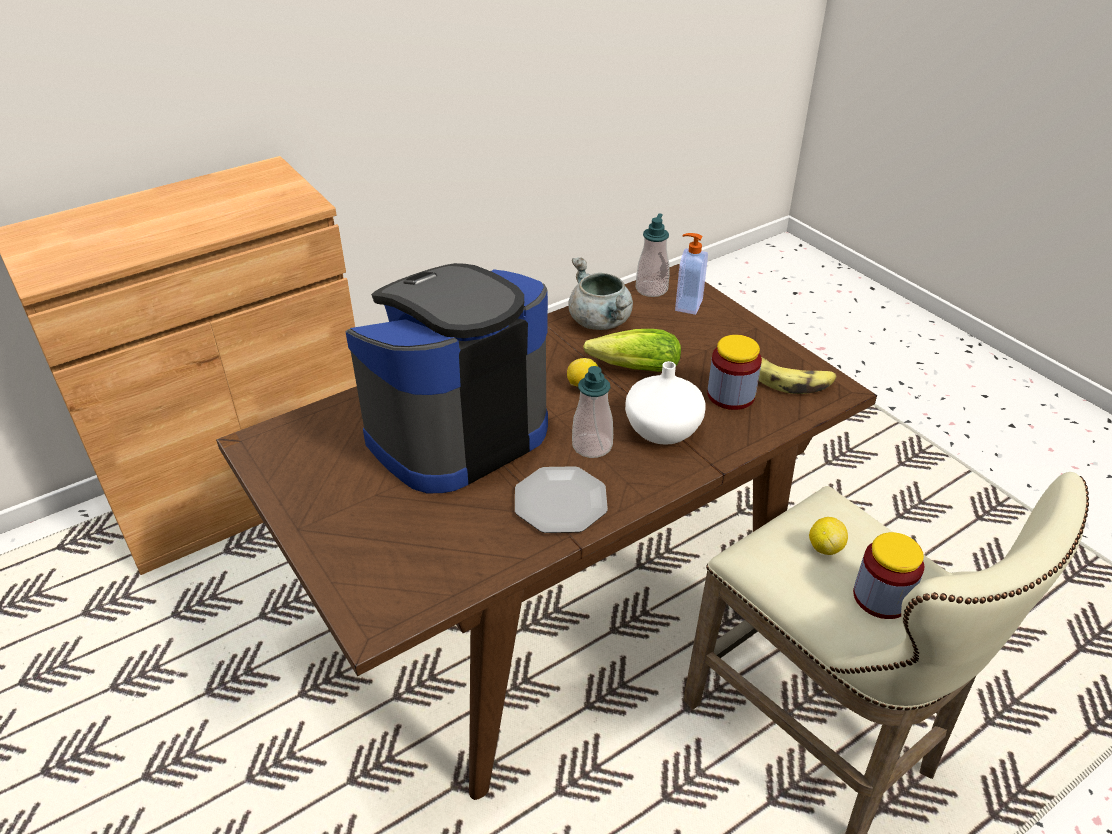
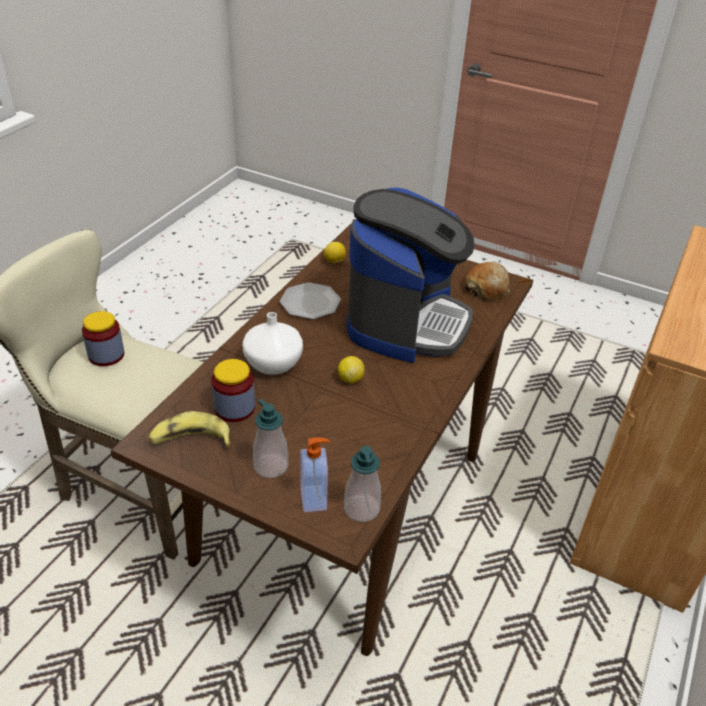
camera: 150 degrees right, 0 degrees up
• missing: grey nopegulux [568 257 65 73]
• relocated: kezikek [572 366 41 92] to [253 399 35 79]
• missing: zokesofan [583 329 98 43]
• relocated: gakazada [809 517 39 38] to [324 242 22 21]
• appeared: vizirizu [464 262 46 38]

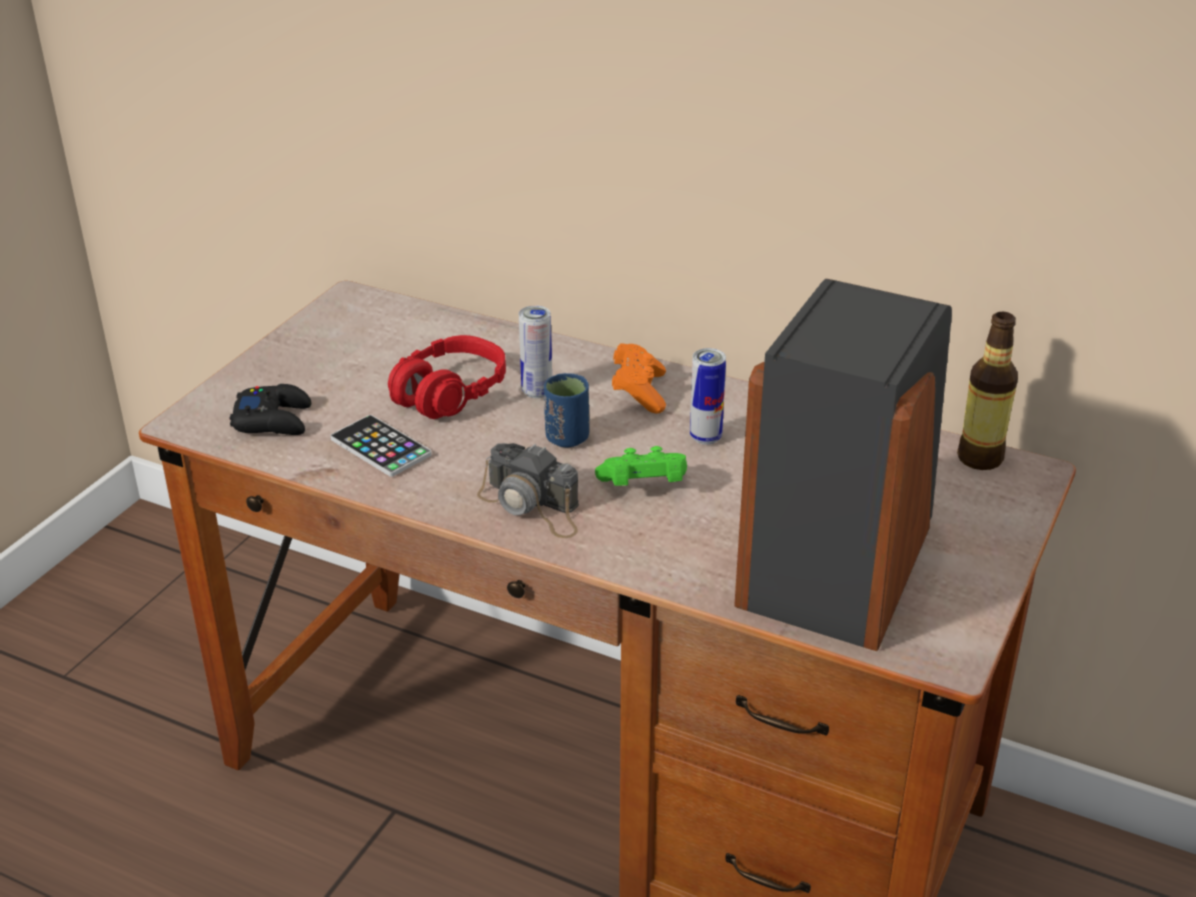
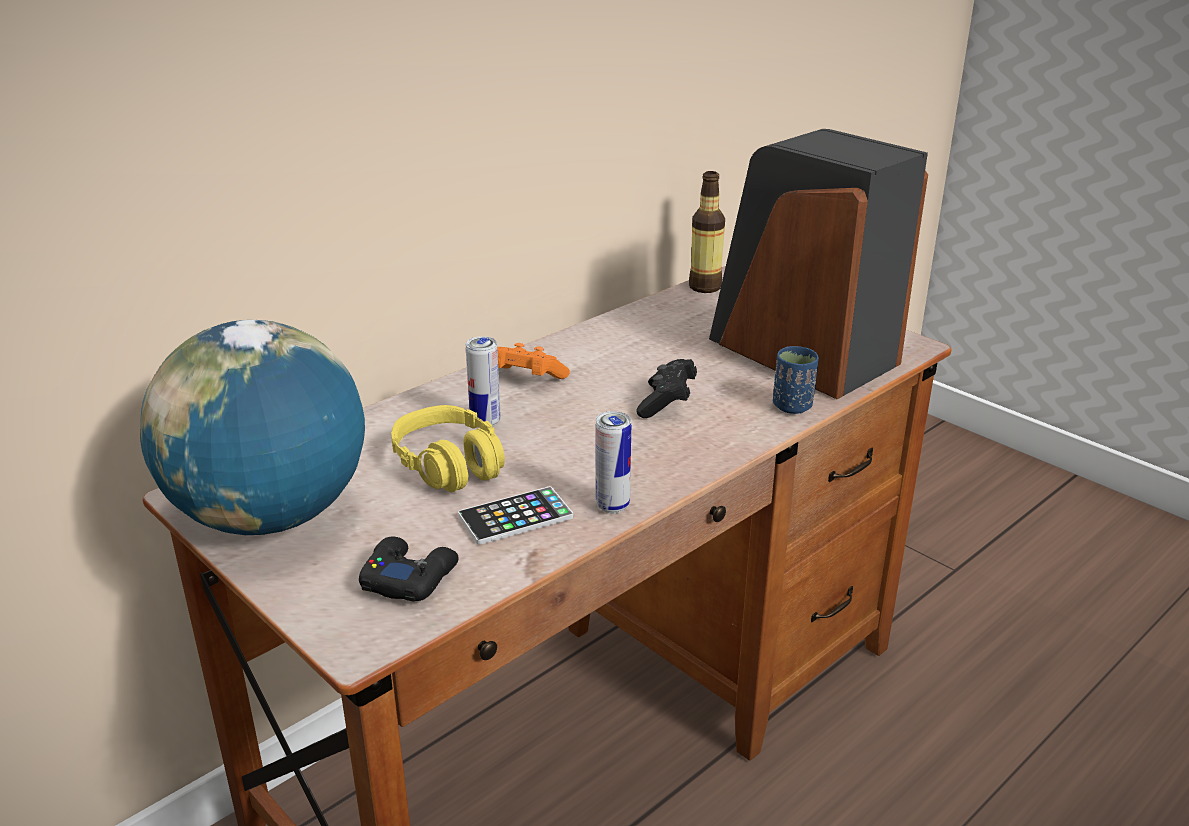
camera: 70 degrees left, 5 degrees down
• colour: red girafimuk [388 335 118 84] to yellow girafimuk [391 405 114 87]
• missing: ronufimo [477 443 102 95]
• relocated: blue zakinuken [544 373 45 74] to [773 346 46 68]
• colour: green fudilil [595 446 92 40] to black fudilil [636 359 61 59]
• relocated: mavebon [690 348 36 97] to [596 411 35 102]
• appeared: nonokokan [140 320 225 215]

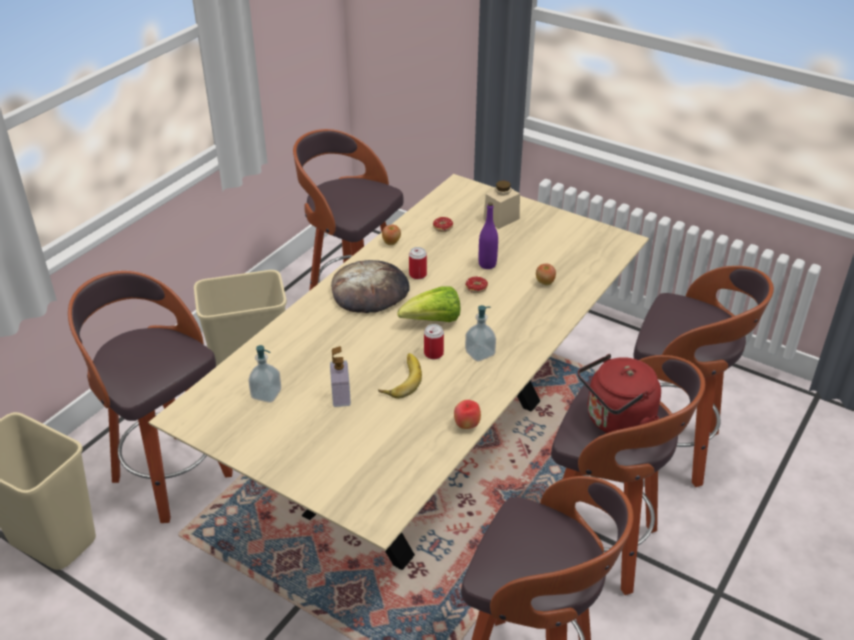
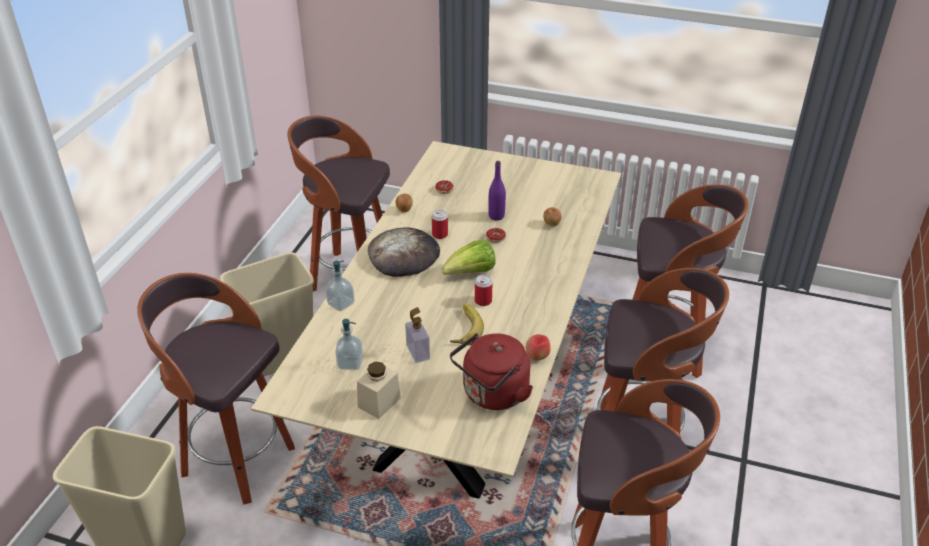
camera: 15 degrees left, 0 degrees up
• relocated: kezikek [465 305 31 57] to [325 261 30 50]
• relocated: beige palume [483 180 37 49] to [357 361 44 58]
• relocated: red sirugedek [578 354 83 79] to [450 333 83 77]

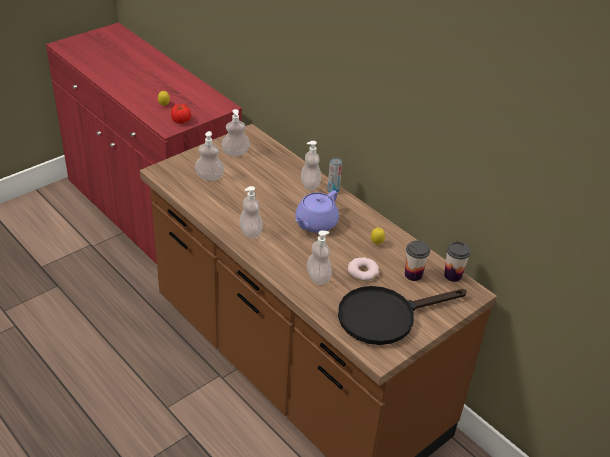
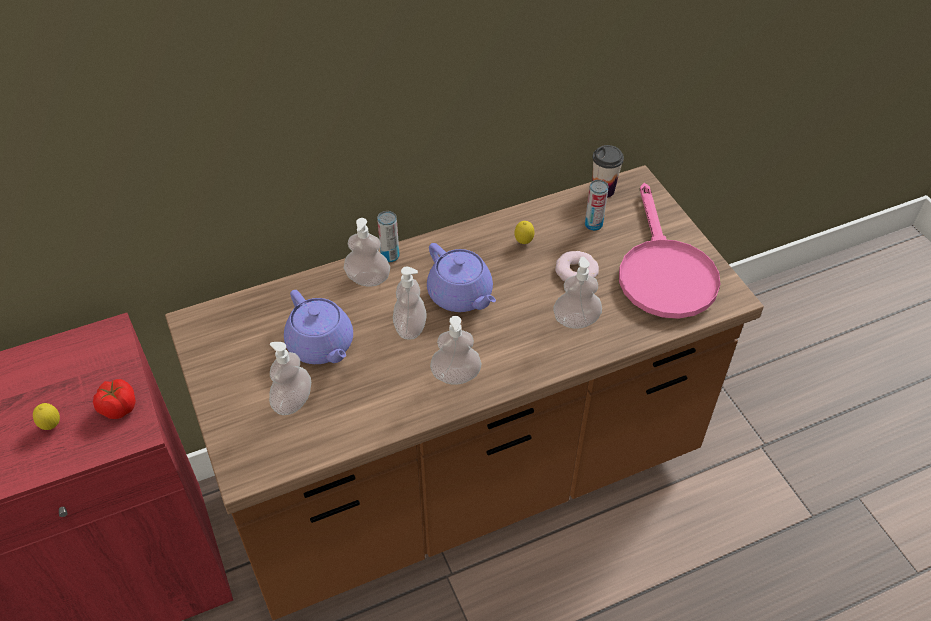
camera: 70 degrees left, 10 degrees up
• relocated: kezikek [222 109 28 47] to [393 267 34 73]
• colour: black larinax [338 286 129 59] to pink larinax [619 183 101 136]
• exchanged: zakinuken [405 241 25 40] to mavebon [585 180 24 51]
• appeared: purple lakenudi [284 290 69 74]

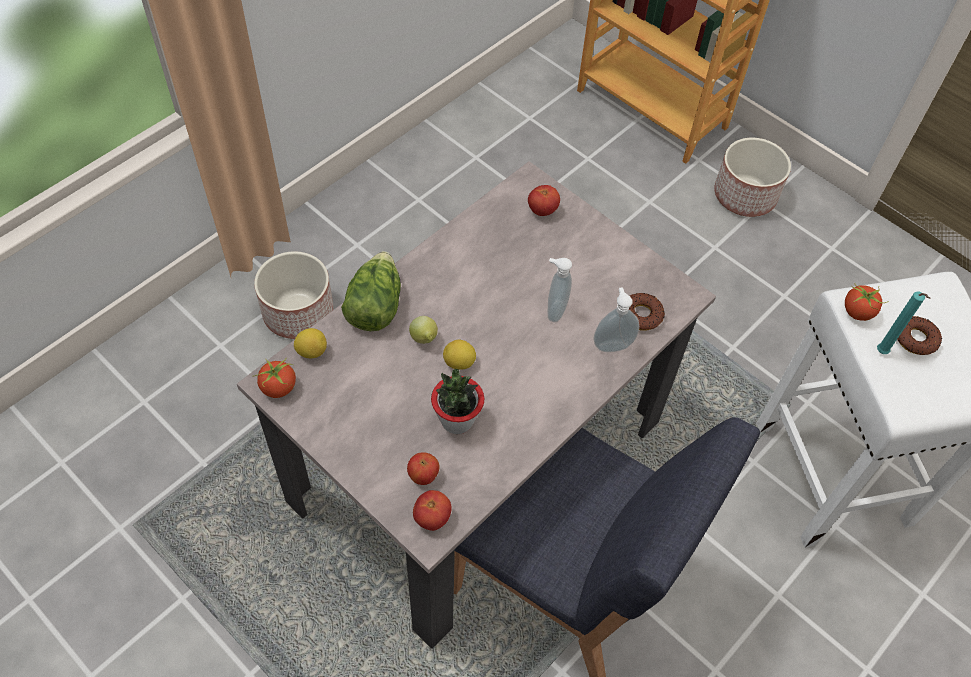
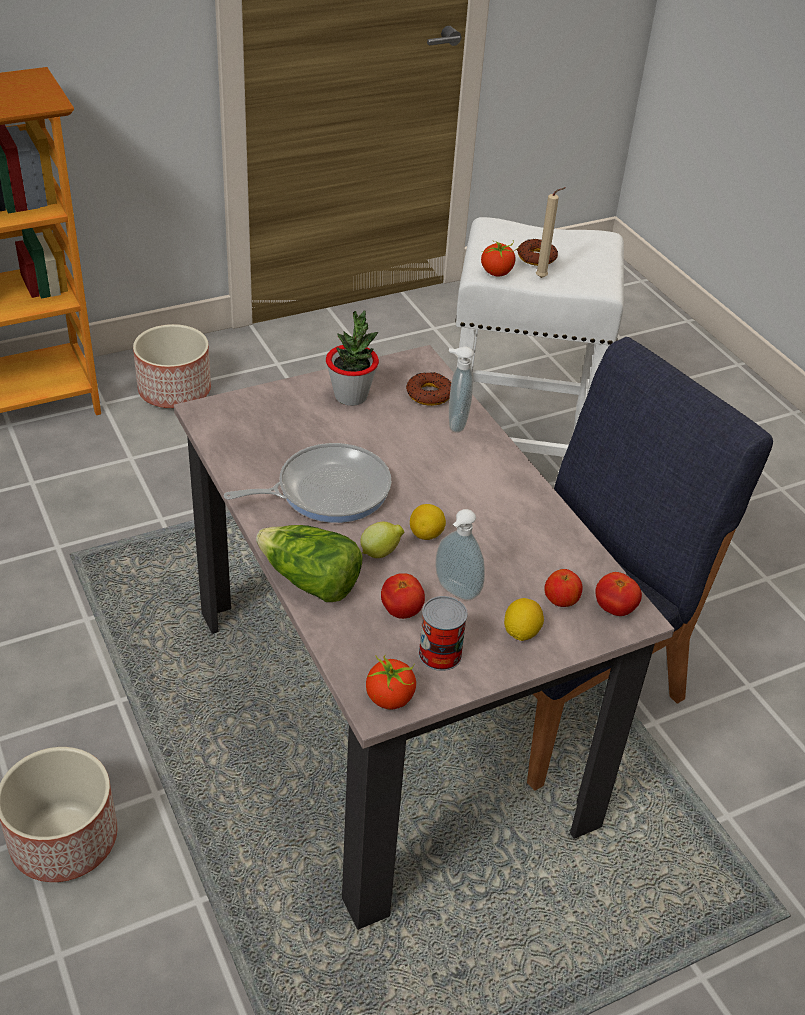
camera: 70 degrees left, 15 degrees down
• relocated: gakazada [294 328 33 30] to [504 598 40 43]
• relocated: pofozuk [431 369 53 65] to [326 310 53 96]
• relocated: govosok [528 185 32 31] to [381 573 44 46]
• relocated: kezikek [548 258 24 64] to [435 509 50 91]
• colour: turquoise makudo [877 291 54 63] to beige makudo [536 187 30 91]
• appeared: larinax [224 443 167 80]
• appeared: mavebon [418 596 50 75]

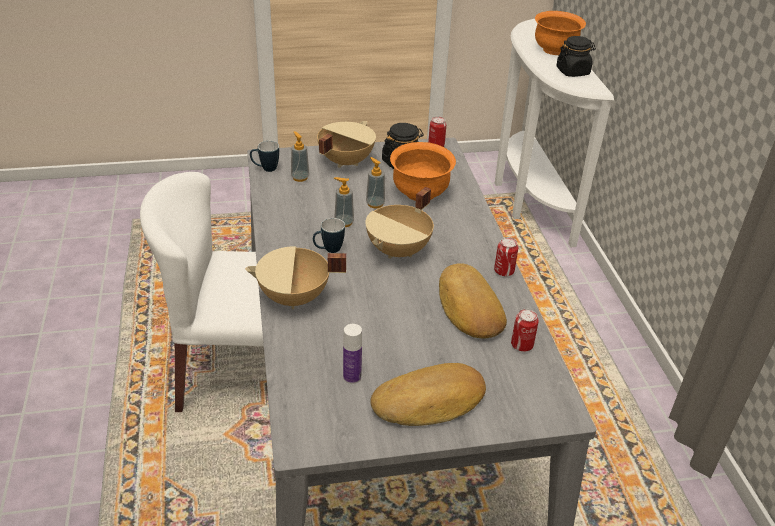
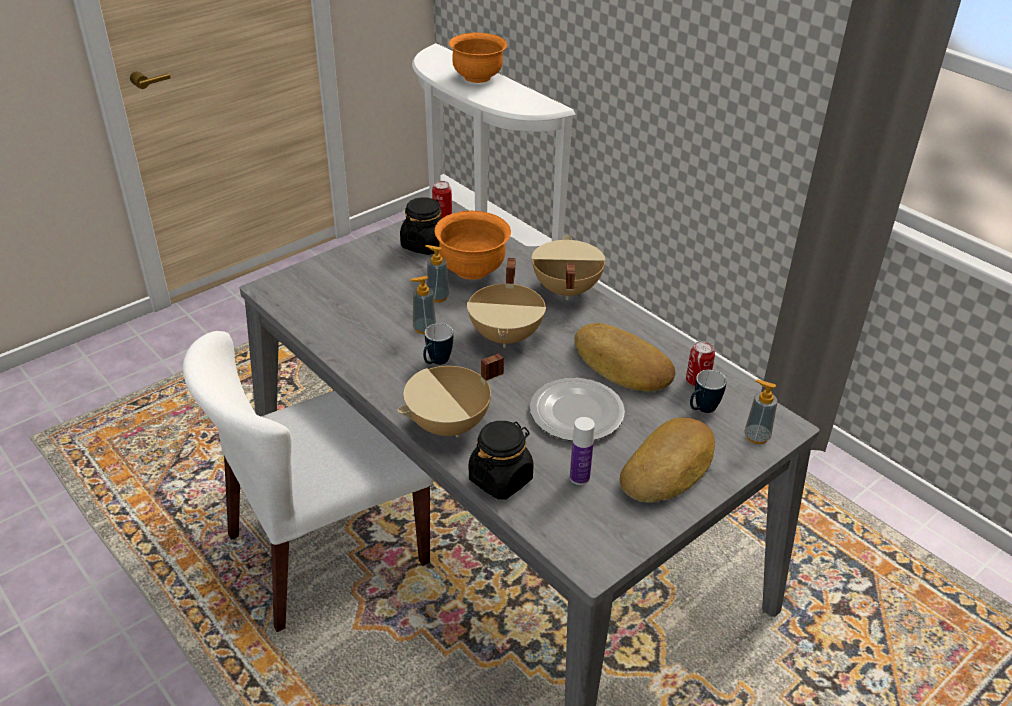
camera: 30 degrees left, 0 degrees up
• relocated: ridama [250 141 29 31] to [690 370 37 43]
• relocated: kezikek [291 132 18 50] to [745 379 33 65]
• relocated: beige nopegulux [317 121 59 47] to [531 235 75 65]
• missing: mavebon [494 237 24 39]
• relocated: black palume [556 36 40 41] to [469 421 65 78]
• appeared: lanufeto [530 378 95 63]

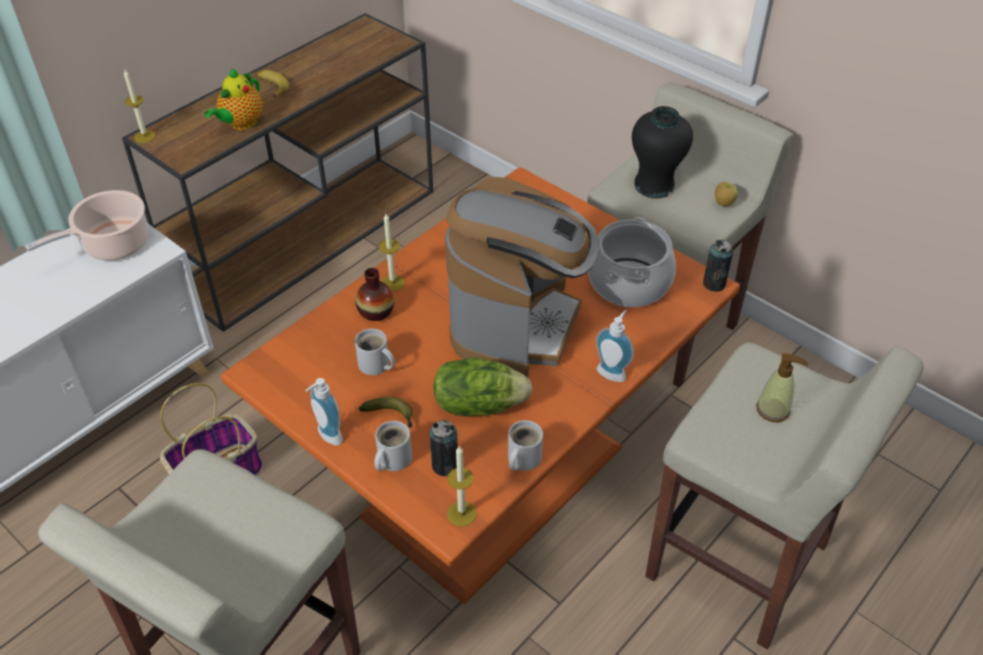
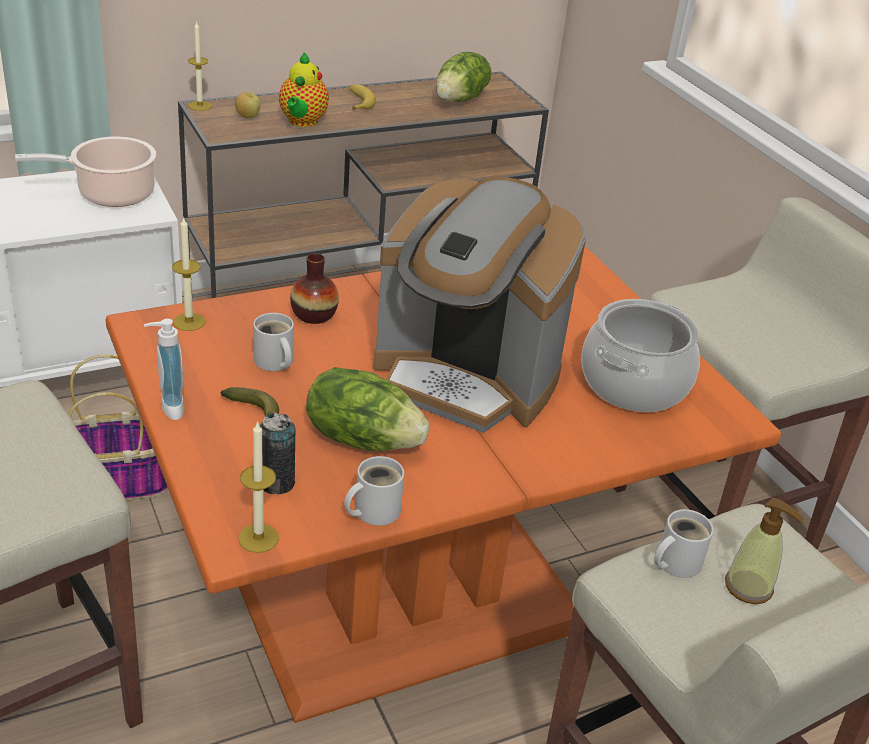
camera: 20 degrees right, 10 degrees down
• spun: lakenudi [204 68 59 62] = [279 53 50 74] 45 degrees counterclockwise
• relocated: white ridama [374 421 38 50] to [654 509 60 69]
• relocated: makudo [378 214 27 78] to [172 216 33 115]
• spun: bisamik [445 177 154 200] = [373 177 213 256] 75 degrees clockwise
• missing: kezikek [596 310 38 72]
• missing: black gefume [632 106 61 92]
• missing: mavebon [703 240 30 52]
• relocated: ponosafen [715 182 23 24] to [235 92 26 27]
• appeared: zokesofan [436 52 55 50]

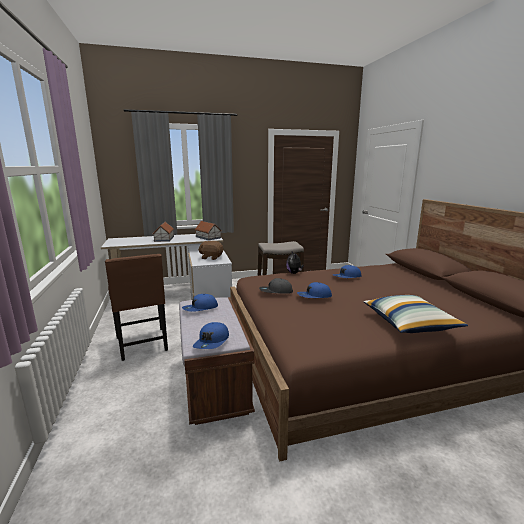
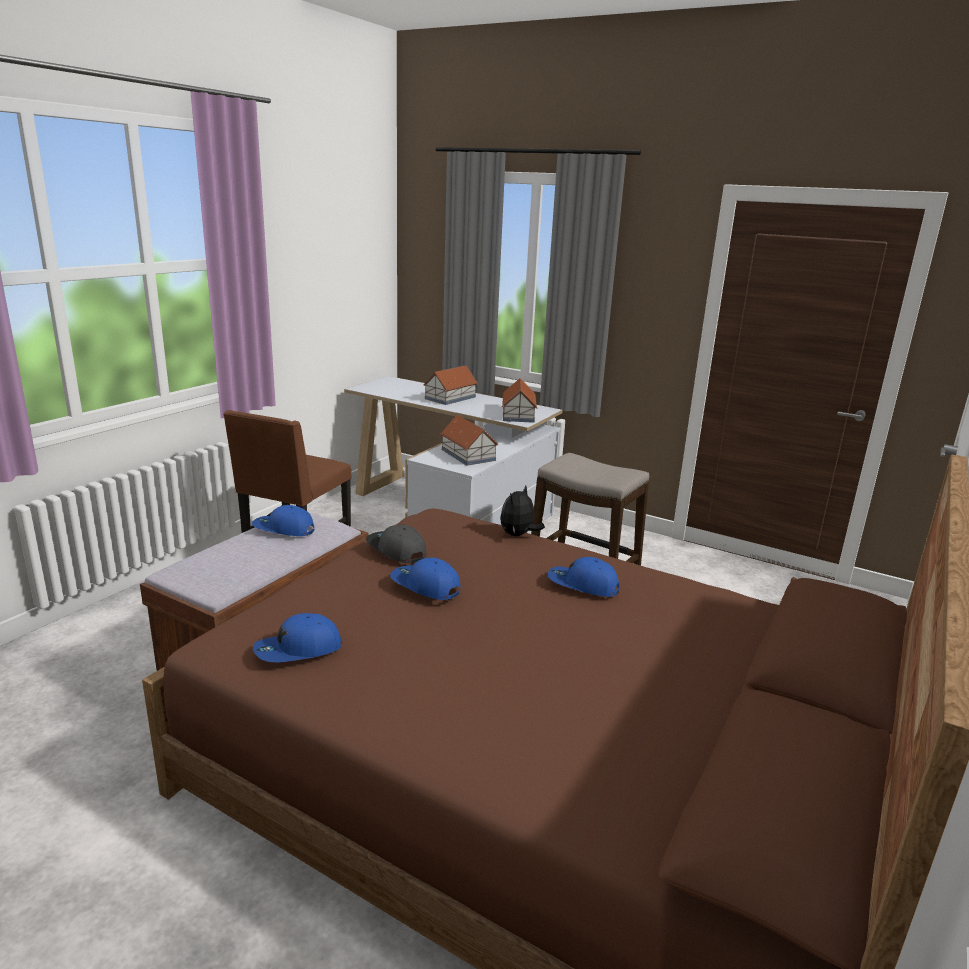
camera: 45 degrees right, 5 degrees up
• relocated: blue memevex [193 322 36 27] to [253 613 89 49]
• exchanged: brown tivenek [198 241 25 19] to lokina [440 415 58 51]
• missing: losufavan [364 295 104 38]

